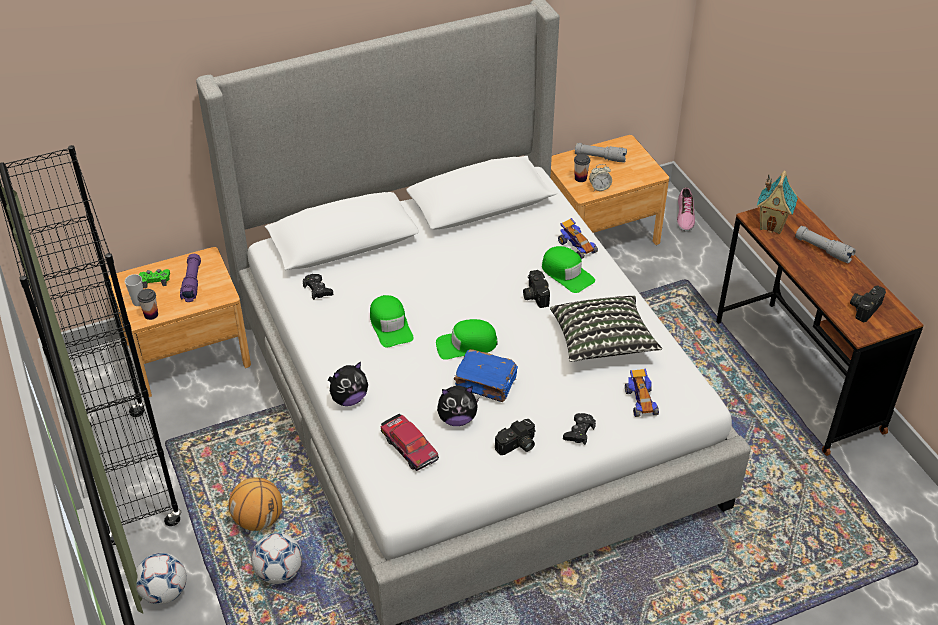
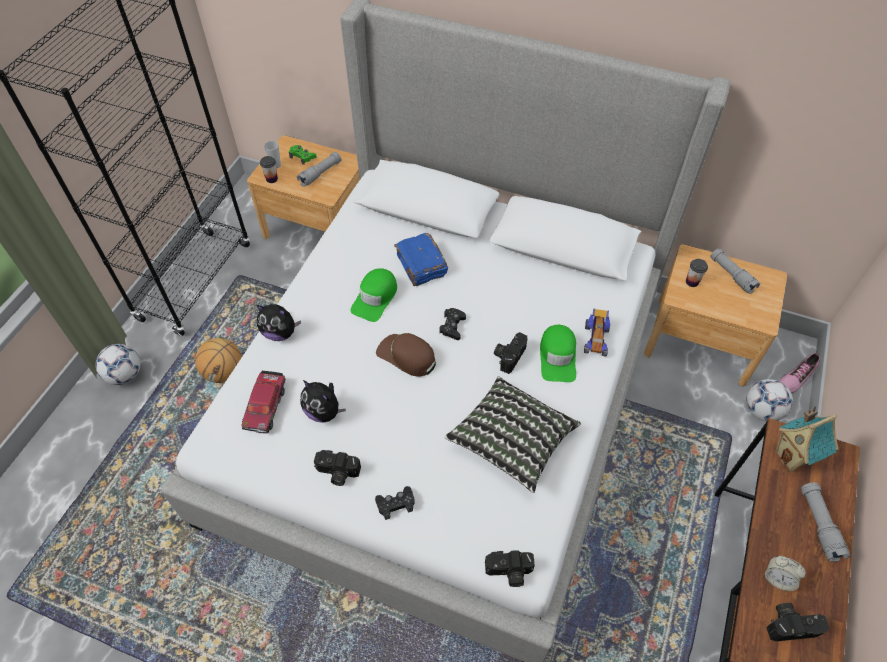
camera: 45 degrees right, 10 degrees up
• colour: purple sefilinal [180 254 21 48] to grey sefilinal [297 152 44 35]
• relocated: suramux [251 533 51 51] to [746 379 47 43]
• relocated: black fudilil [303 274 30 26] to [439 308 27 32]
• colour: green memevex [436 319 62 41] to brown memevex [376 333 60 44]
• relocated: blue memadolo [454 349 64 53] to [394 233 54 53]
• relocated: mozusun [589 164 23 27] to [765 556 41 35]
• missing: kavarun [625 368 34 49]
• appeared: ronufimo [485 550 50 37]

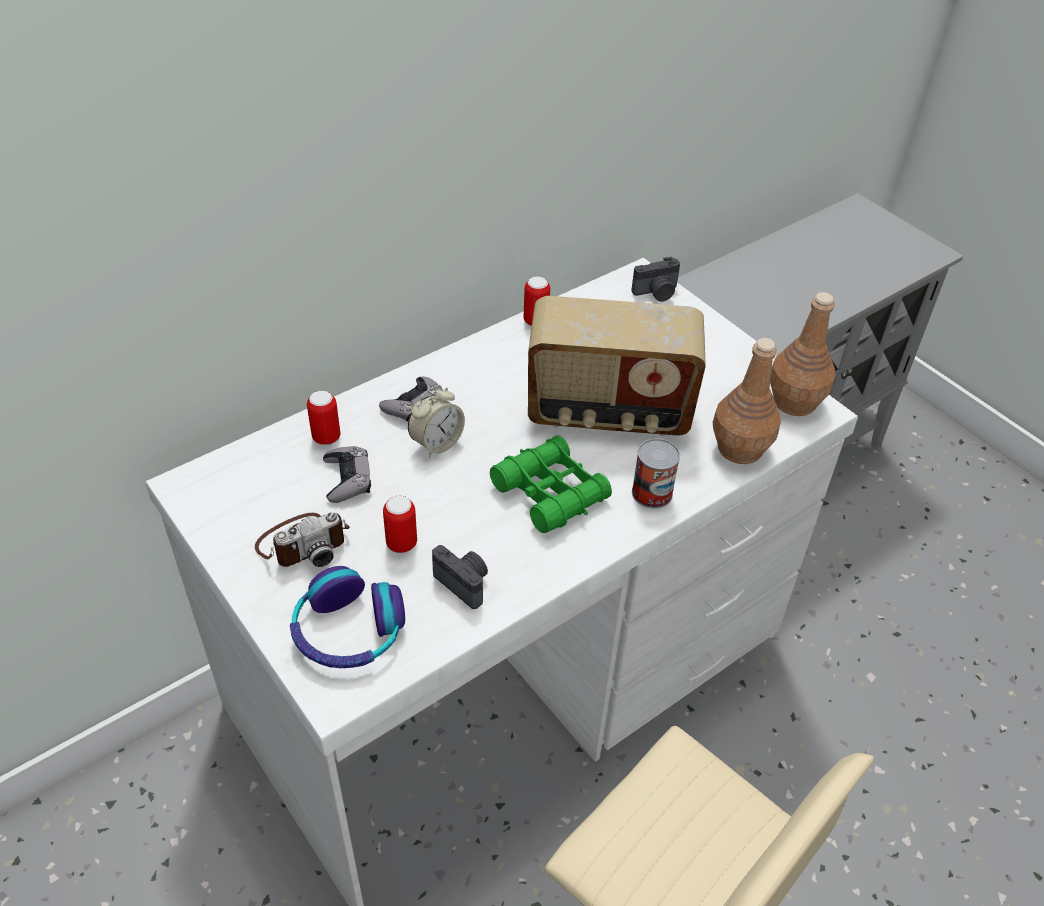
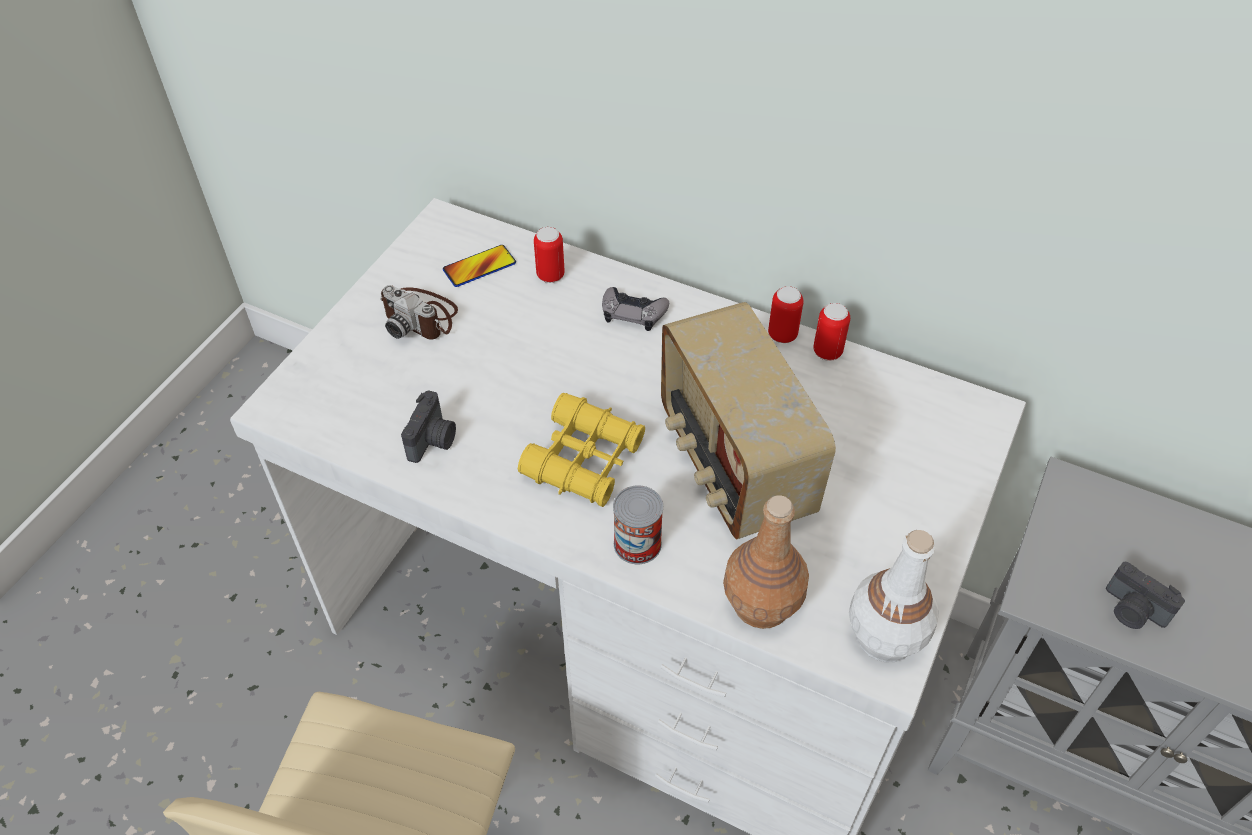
camera: 65 degrees right, 5 degrees up
• missing: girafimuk [290 566 115 102]
• missing: grey fudilil [323 446 48 57]
• relocated: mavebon [383 496 34 57] to [768 286 36 57]
• missing: mozusun [408 385 57 72]
• colour: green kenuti [490 435 122 98] to yellow kenuti [518 393 127 114]
• relocated: ronufimo [631 257 49 45] to [1106 562 79 67]
• colour: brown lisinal [770 292 65 124] to white lisinal [849 530 90 132]
• appeared: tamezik [443 245 73 42]

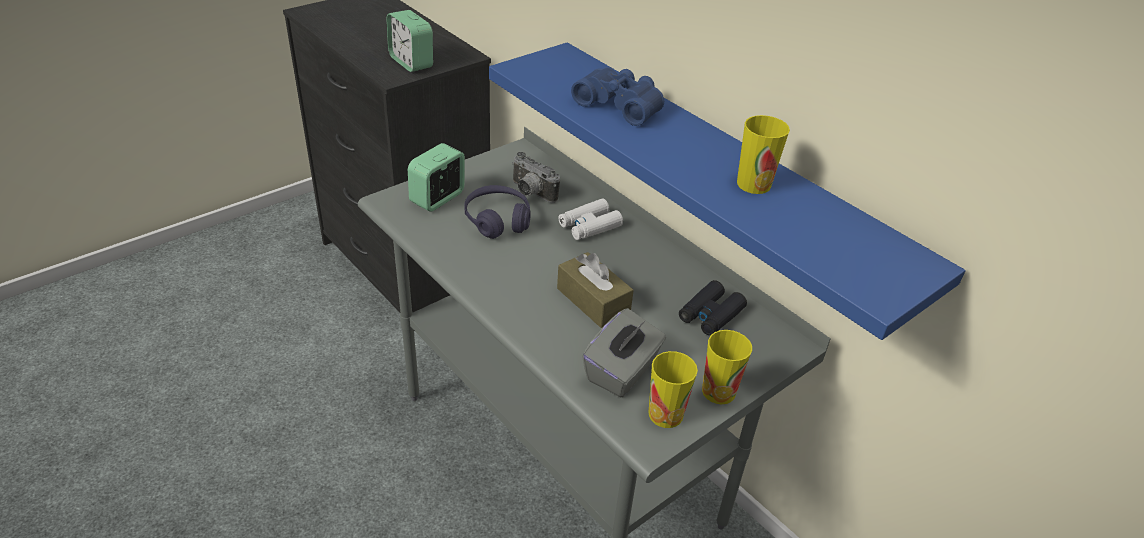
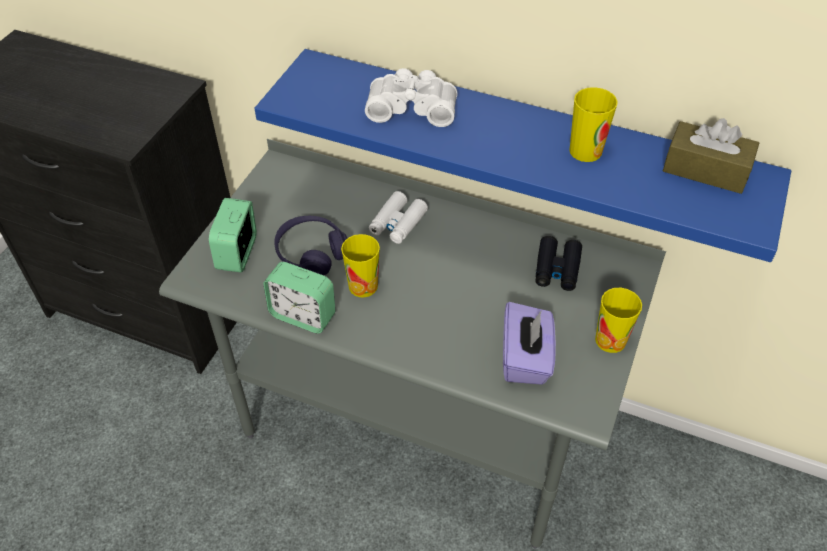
camera: 25 degrees left, 10 degrees up
• relocated: mozusun [386 10 47 62] to [263 262 72 71]
• missing: ronufimo [512 152 48 51]
• relocated: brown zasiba [557 252 77 76] to [663 118 96 76]
• colour: blue kenuti [571 67 93 59] to white kenuti [365 68 92 59]
• colour: grey zasiba [582 308 84 89] to purple zasiba [503 302 53 83]
• relocated: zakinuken [649 351 49 77] to [341 234 39 64]

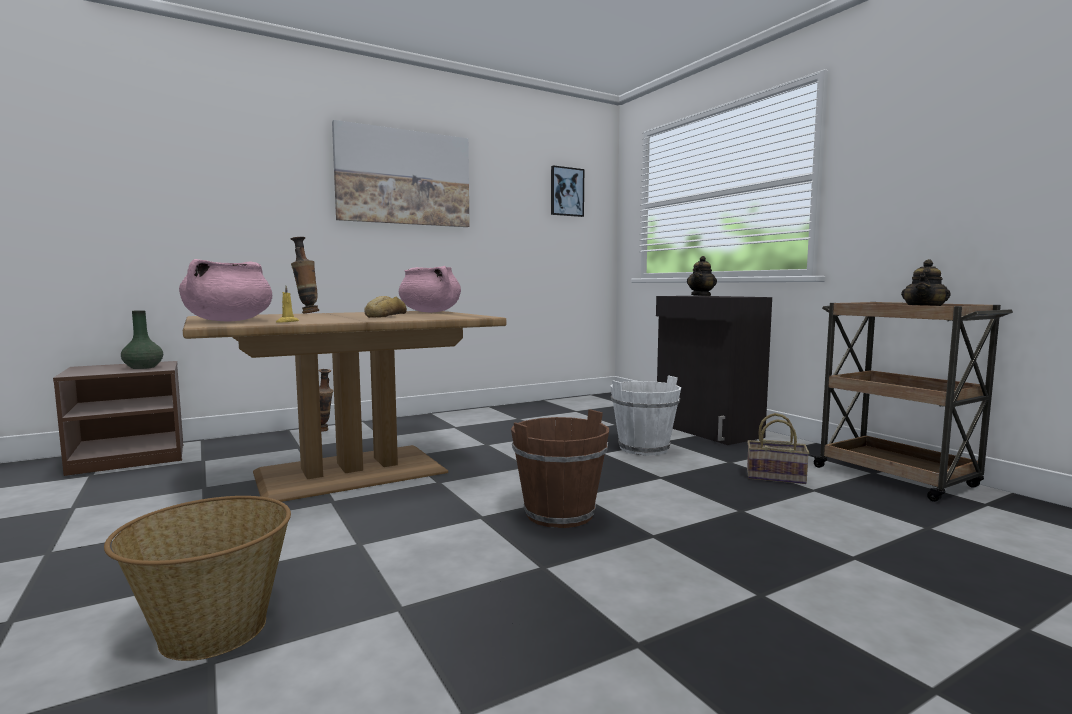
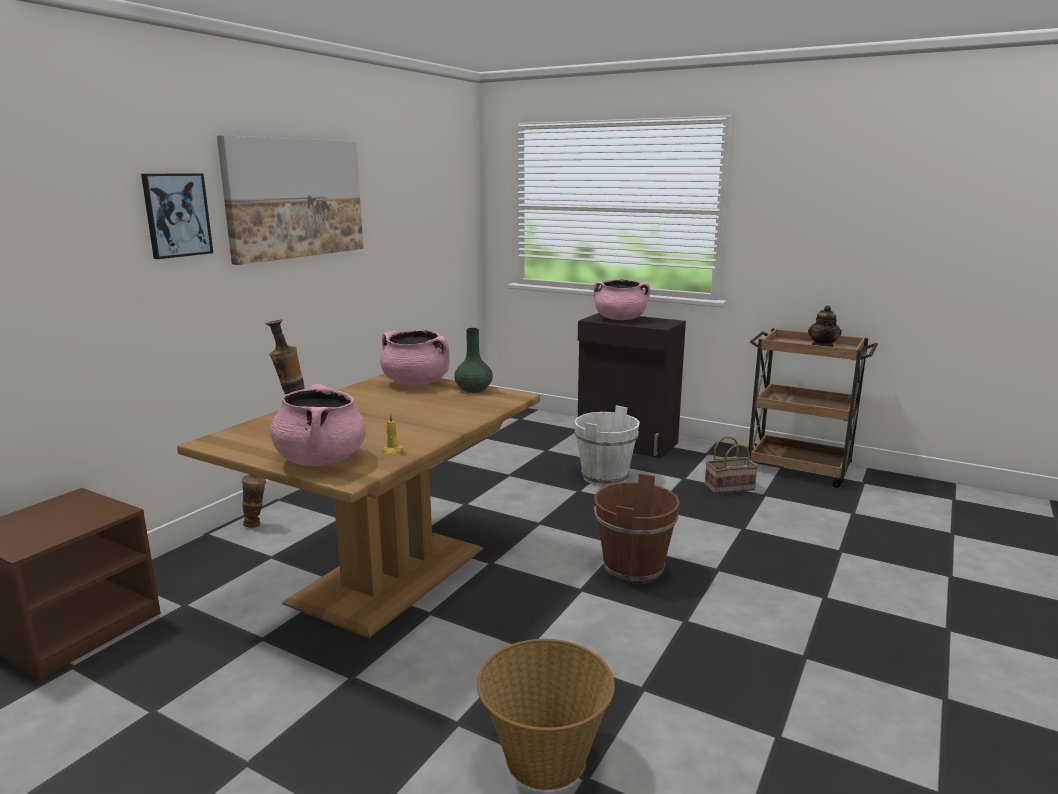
camera: 30 degrees left, 10 degrees up
• relocated: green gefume [121 310 42 59] to [454 328 39 65]
• missing: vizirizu [364 296 43 22]
• relocated: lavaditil [551 165 33 52] to [141 173 72 86]
• exchanged: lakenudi [687 256 30 40] to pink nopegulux [593 279 57 41]

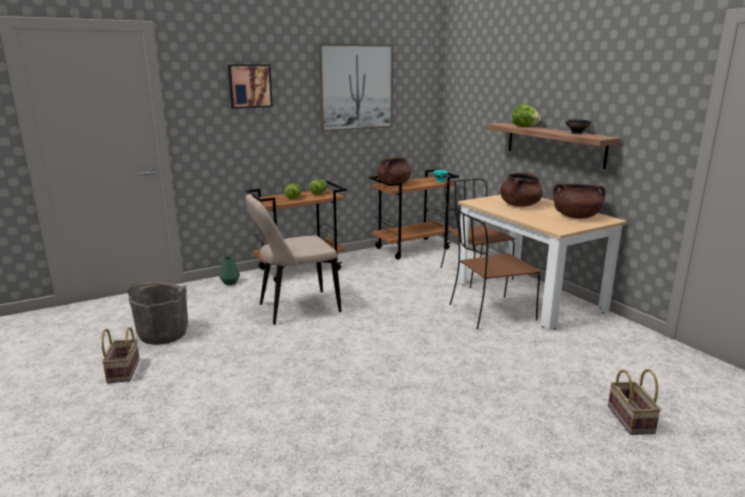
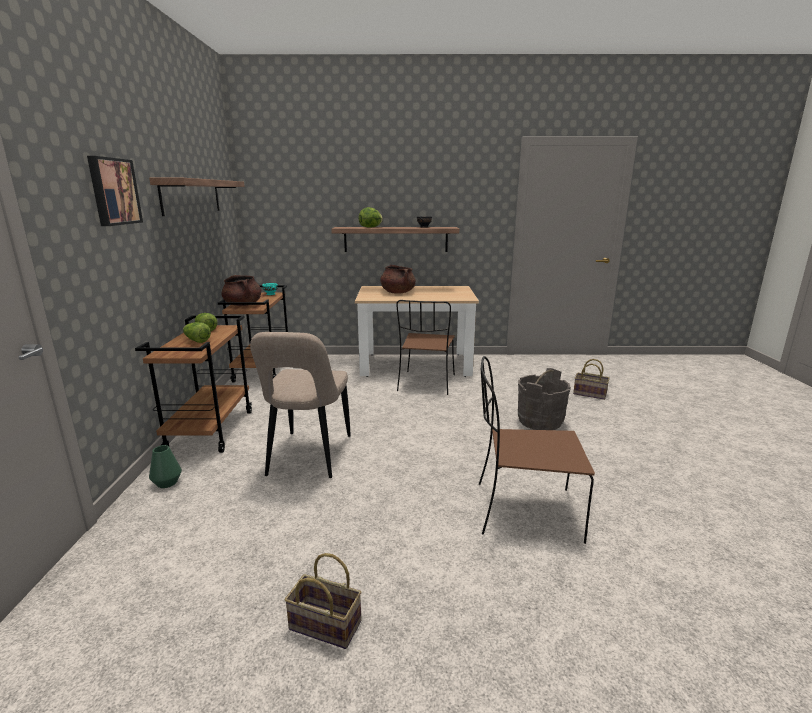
camera: 60 degrees left, 0 degrees up
• relocated: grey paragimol [127 282 61 63] to [518 368 53 62]
• exchanged: lavaditil [318 43 76 89] to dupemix [149 178 96 38]
• relocated: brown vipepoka [441 179 75 109] to [479 356 116 188]
• missing: brown nopegulux [553 183 53 36]

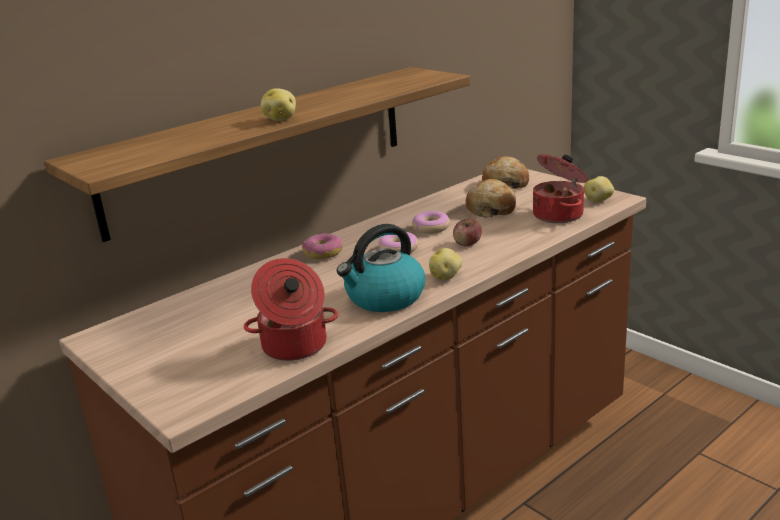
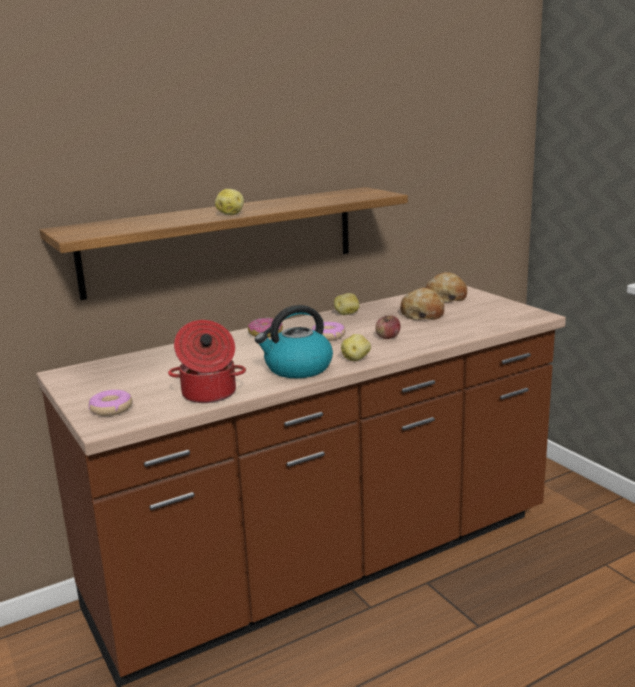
camera: 10 degrees right, 5 degrees down
• relocated: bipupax [412 211 38 23] to [88 390 44 26]
• missing: nopegulux [533 154 55 69]
• relocated: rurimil [584 176 30 26] to [334 293 25 22]

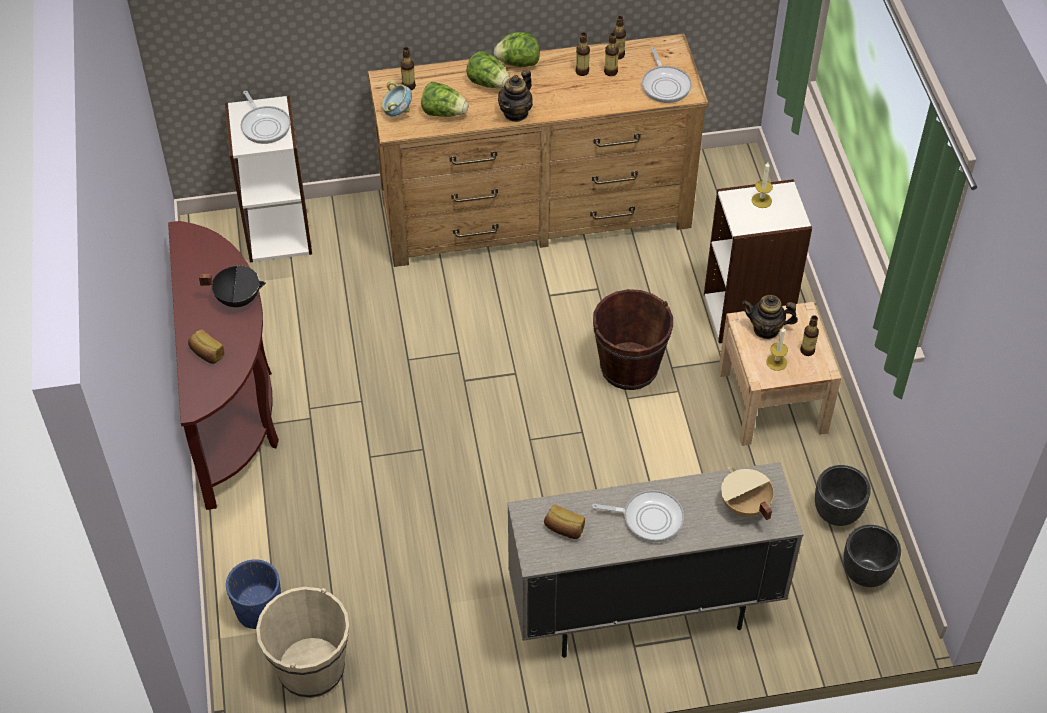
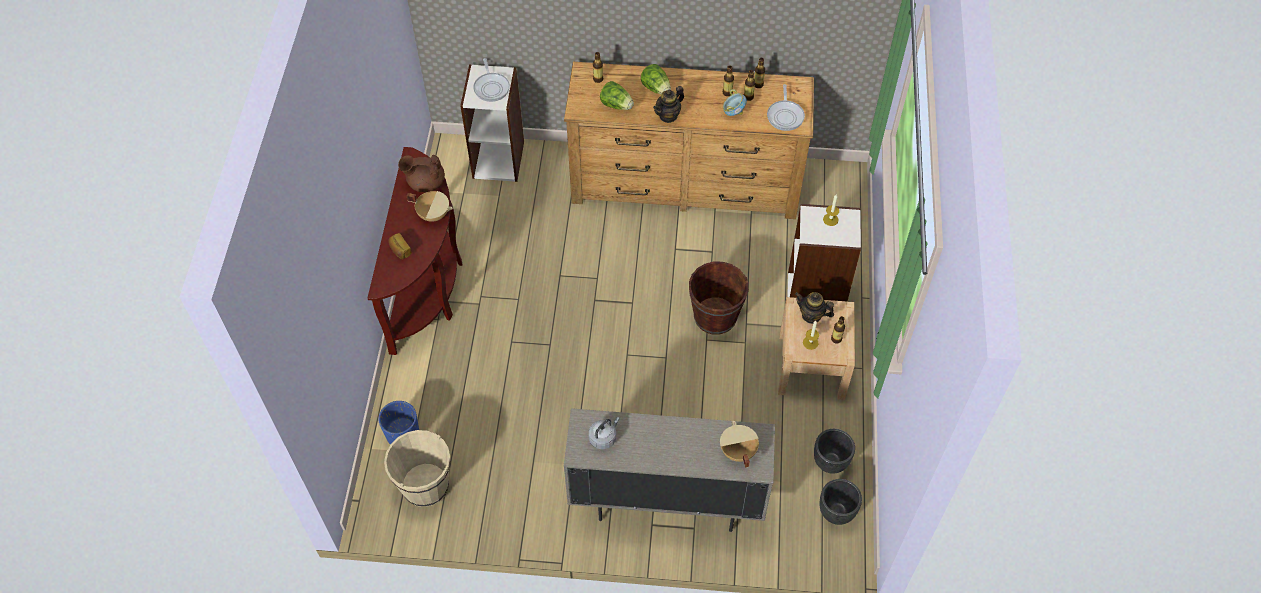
camera: 15 degrees right, 5 degrees up
• colour: black nopegulux [199 265 67 43] to beige nopegulux [406 191 47 31]
• relocated: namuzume [382 81 30 36] to [723 89 24 27]
• missing: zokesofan [494 32 46 35]
• exchanged: vizirizu [544 505 41 34] to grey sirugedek [588 417 32 32]
• missing: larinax [592 490 92 52]
• appeared: brown lakenudi [398 155 47 37]

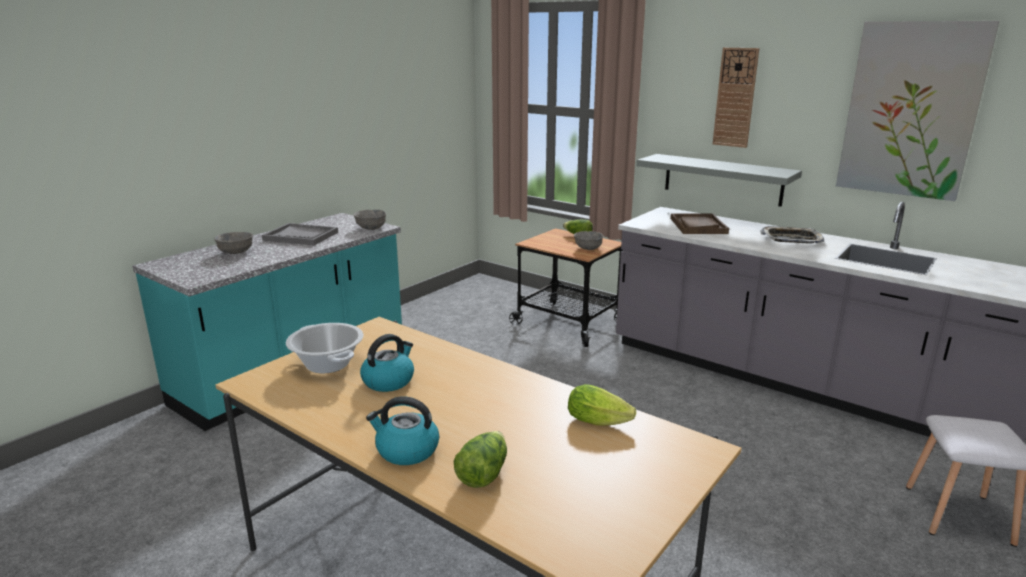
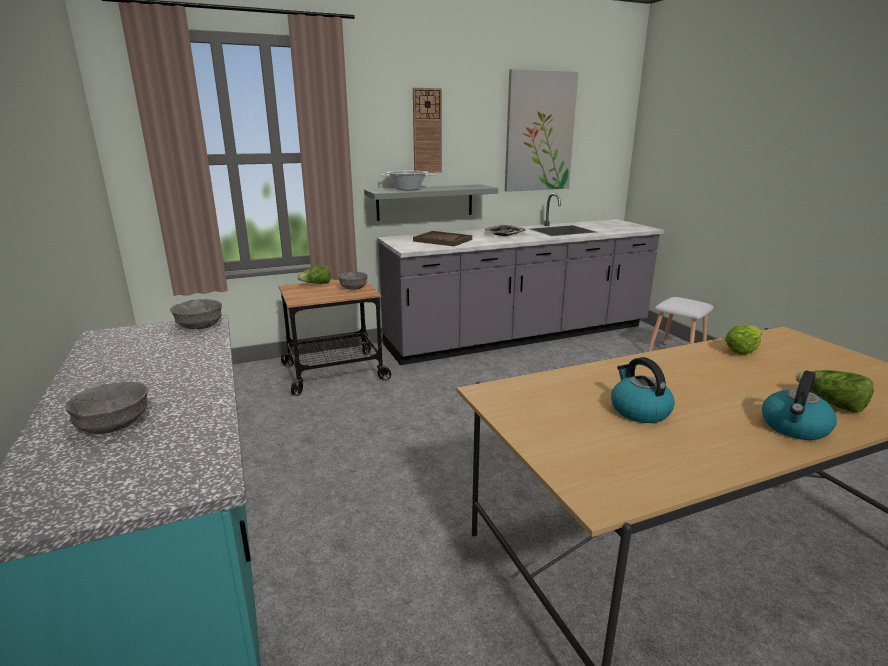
camera: 60 degrees left, 0 degrees up
• missing: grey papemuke [262 223 76 22]
• relocated: nopegulux [286 323 77 50] to [381 171 53 19]

